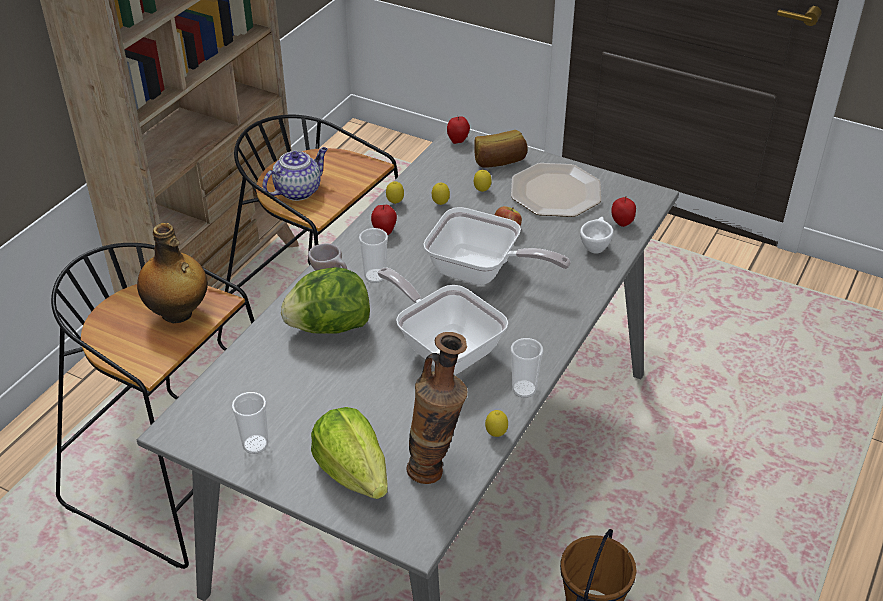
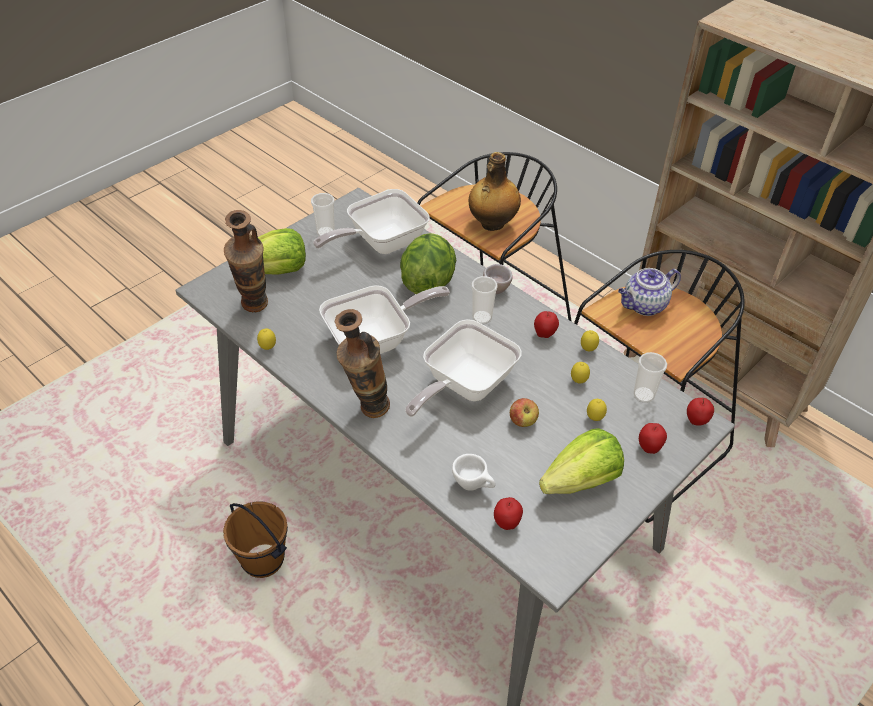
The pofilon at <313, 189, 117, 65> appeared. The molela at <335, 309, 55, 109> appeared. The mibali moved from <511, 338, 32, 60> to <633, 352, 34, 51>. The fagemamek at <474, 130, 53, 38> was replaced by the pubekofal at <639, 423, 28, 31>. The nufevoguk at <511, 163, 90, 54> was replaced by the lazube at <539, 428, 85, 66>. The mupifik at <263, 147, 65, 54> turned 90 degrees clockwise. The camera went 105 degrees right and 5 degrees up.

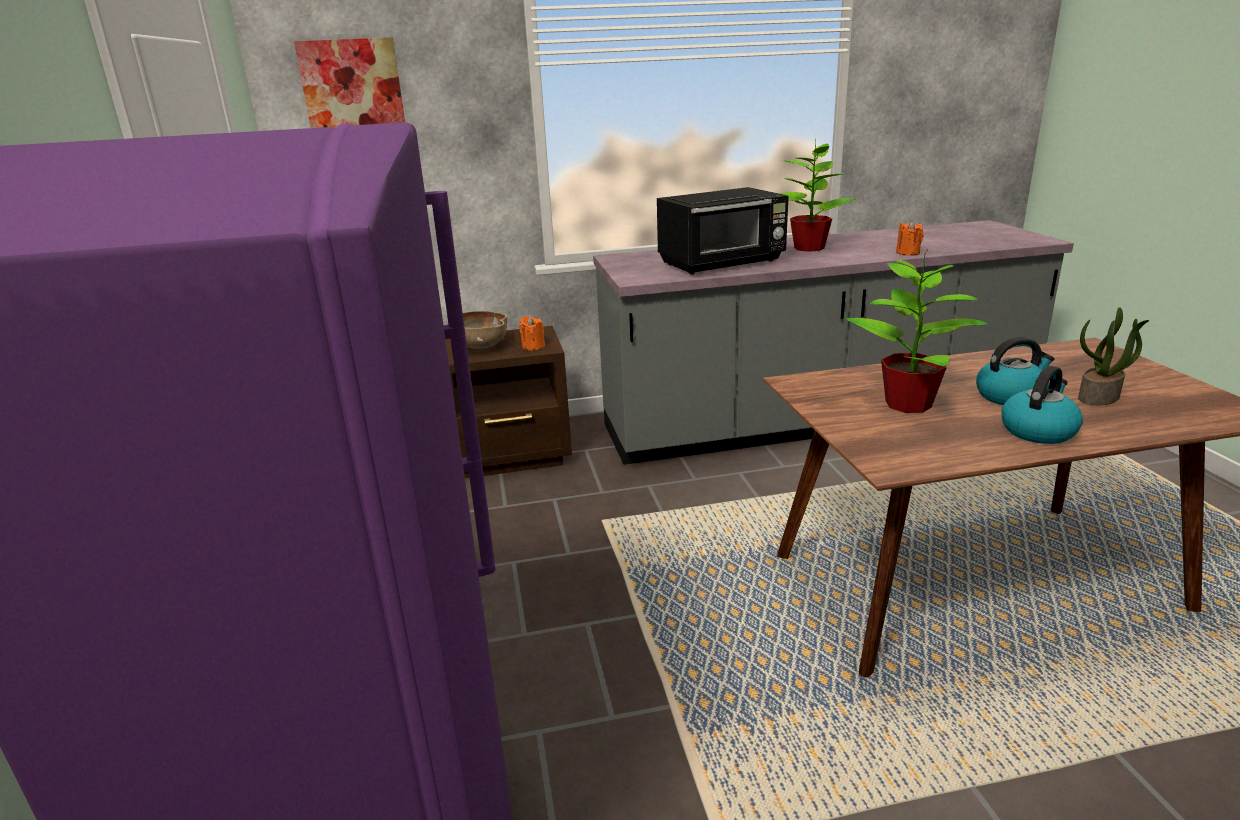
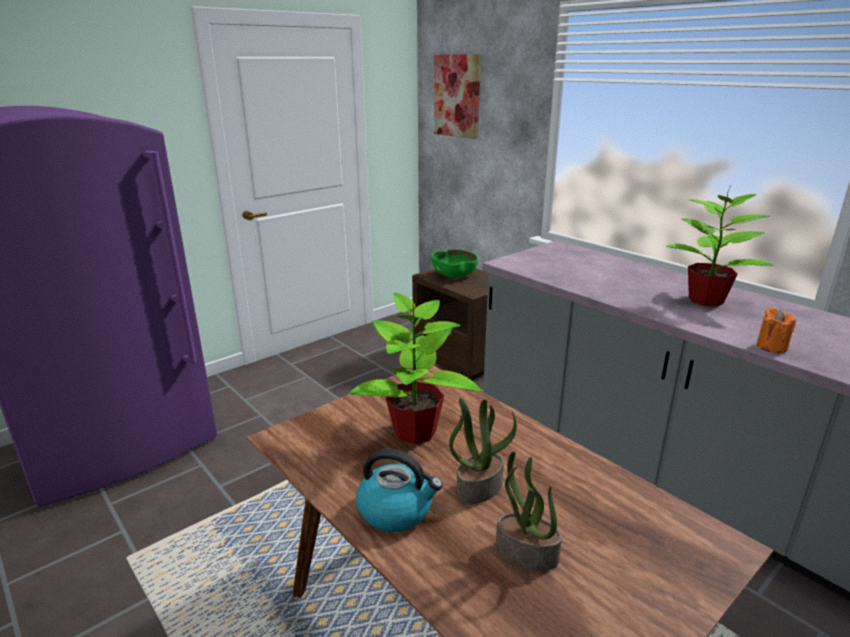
The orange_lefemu at <519, 316, 26, 35> disappeared. The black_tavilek at <657, 187, 132, 87> disappeared. The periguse at <976, 337, 79, 68> was replaced by the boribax at <449, 398, 68, 106>. The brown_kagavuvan at <447, 311, 60, 37> became the green_kagavuvan at <431, 249, 47, 28>. The camera went 60 degrees right and 0 degrees up.

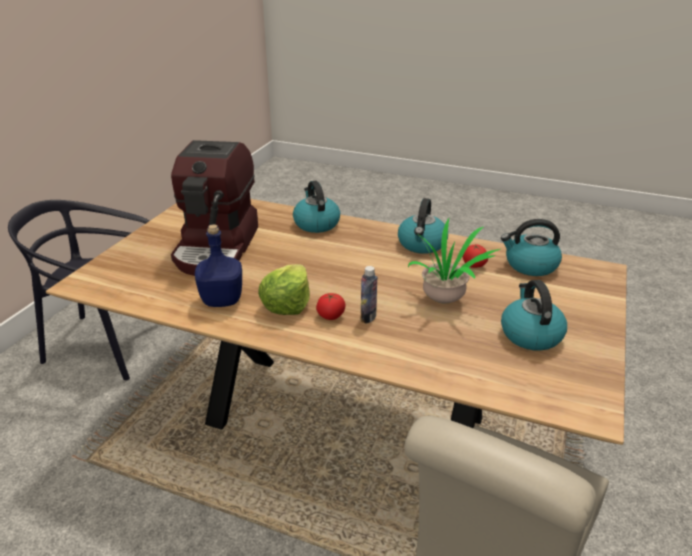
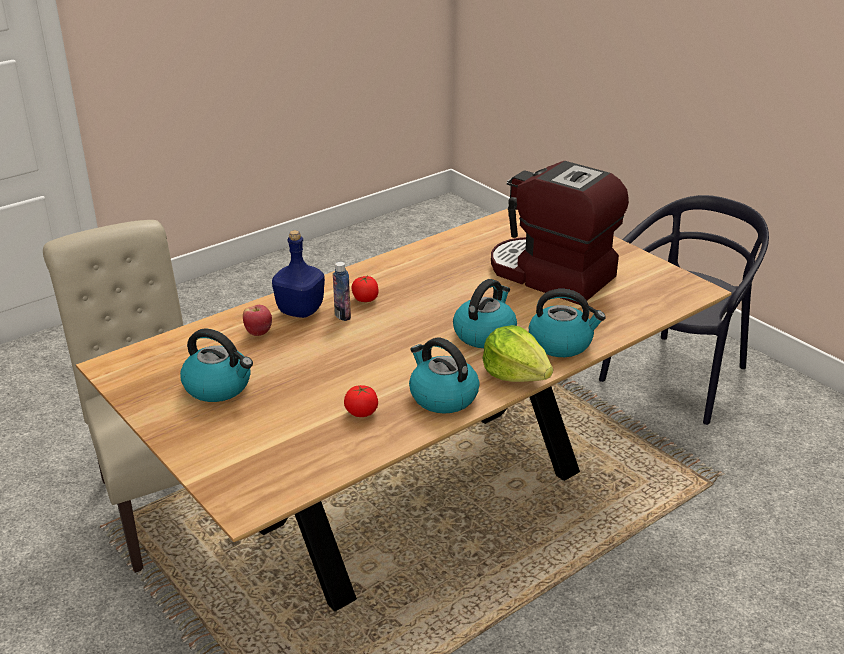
The boribax at <408, 218, 92, 86> disappeared. The pubekofal at <243, 305, 29, 31> appeared. The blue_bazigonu moved from <195, 224, 47, 83> to <272, 230, 53, 88>. The lazube moved from <258, 264, 52, 51> to <482, 325, 71, 57>. The periguse moved from <501, 219, 61, 57> to <453, 279, 64, 69>. The camera went 120 degrees right and 0 degrees up.

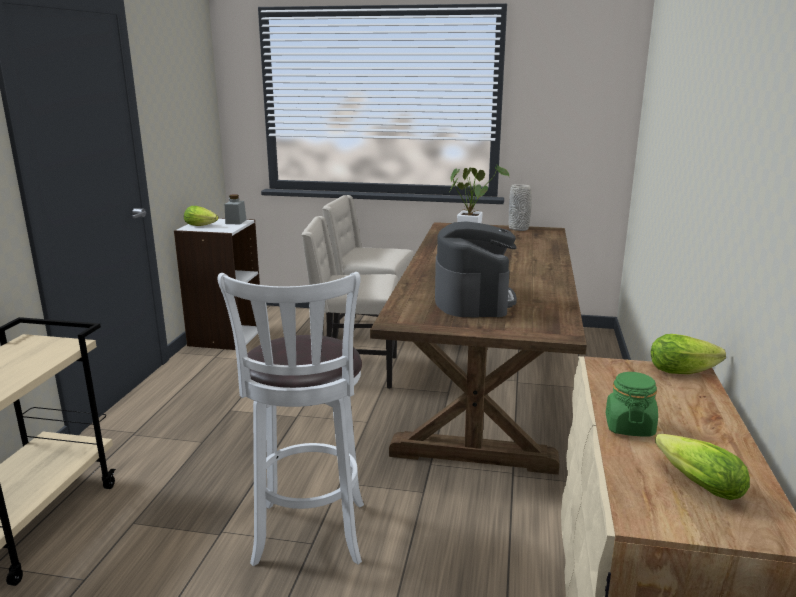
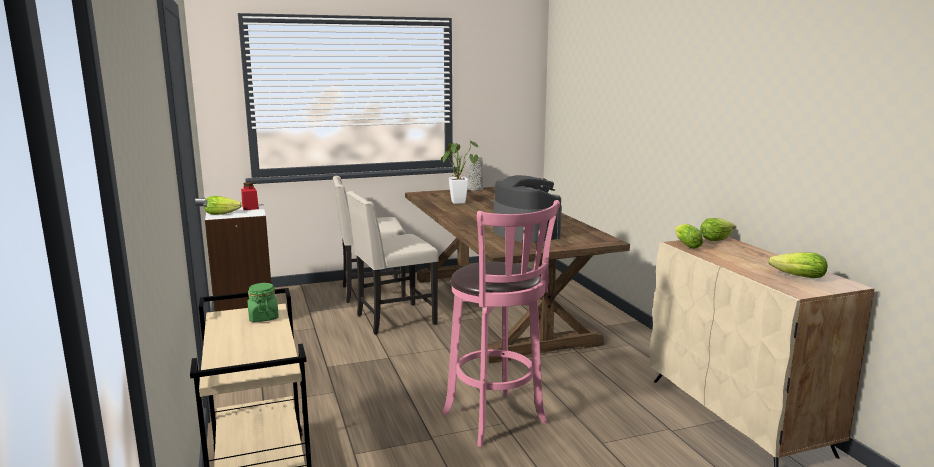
The lazube at <675, 224, 28, 25> appeared. The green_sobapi moved from <606, 372, 52, 65> to <248, 283, 31, 39>. The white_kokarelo at <218, 272, 146, 294> became the pink_kokarelo at <442, 200, 118, 247>. The grey_sobapi at <225, 194, 21, 30> became the red_sobapi at <241, 182, 18, 28>. The camera went 30 degrees left and 5 degrees down.

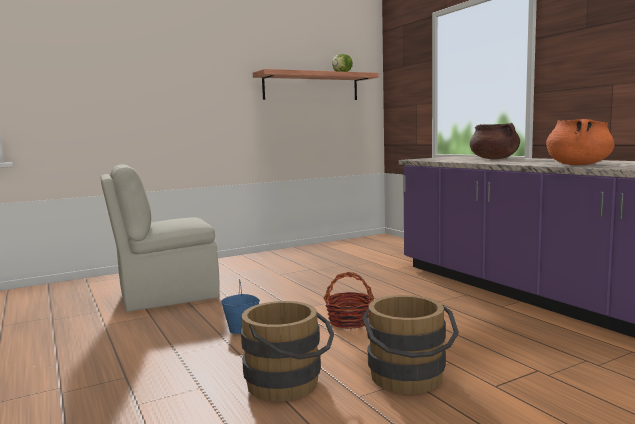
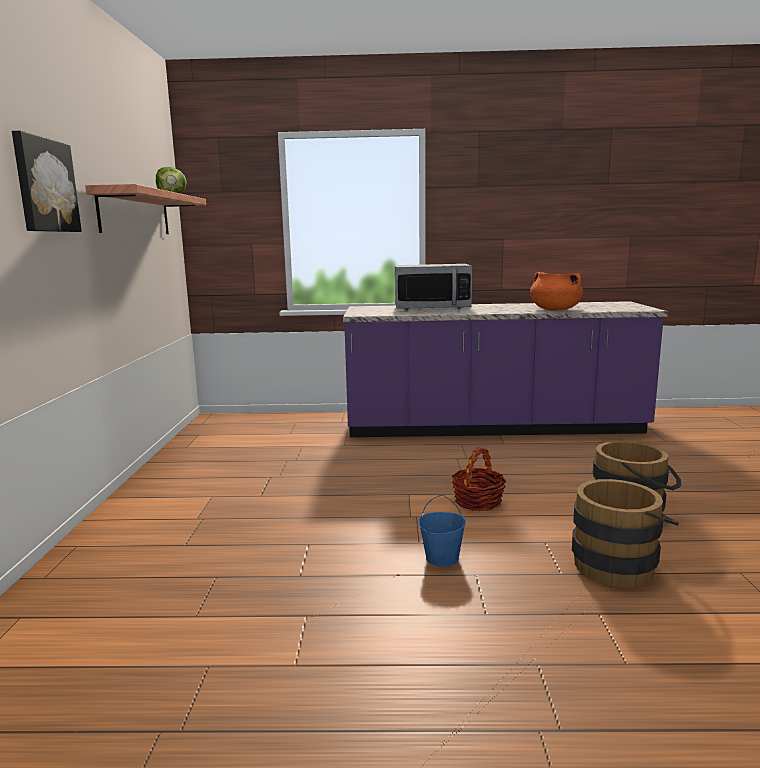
The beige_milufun at <100, 164, 120, 148> disappeared. The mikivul at <12, 131, 70, 101> appeared. The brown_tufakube at <470, 123, 50, 36> was replaced by the tavilek at <395, 264, 77, 46>. The camera went 60 degrees left and 5 degrees up.

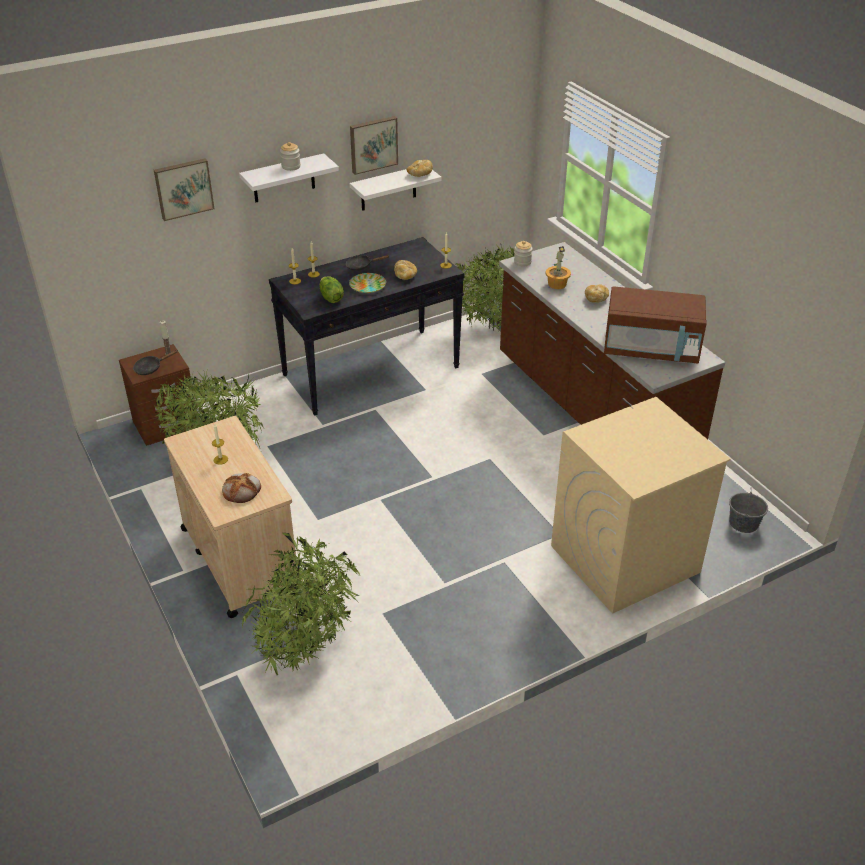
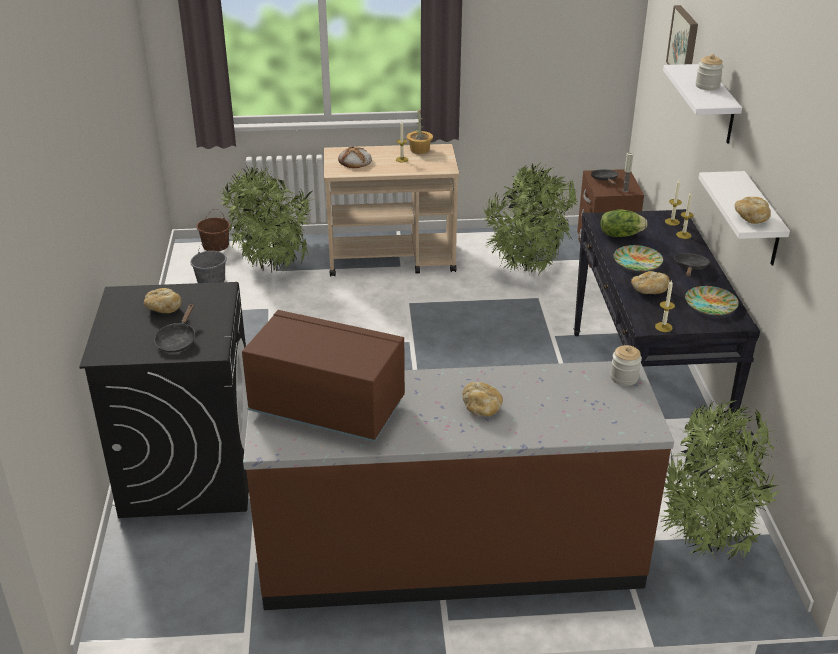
The mikivul at <350, 116, 48, 59> disappeared. The fagemamek at <144, 288, 37, 25> appeared. The black_pofilon at <154, 304, 41, 49> appeared. The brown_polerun at <197, 209, 33, 42> appeared. The nufevoguk at <685, 286, 54, 29> appeared. The boribax moved from <545, 246, 26, 43> to <407, 109, 26, 45>. The grey_polerun moved from <729, 487, 39, 46> to <190, 242, 37, 41>. The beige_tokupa at <551, 397, 180, 217> became the black_tokupa at <79, 282, 170, 236>. The brown_tavilek at <604, 286, 103, 77> turned 75 degrees clockwise. The camera went 115 degrees right and 5 degrees down.

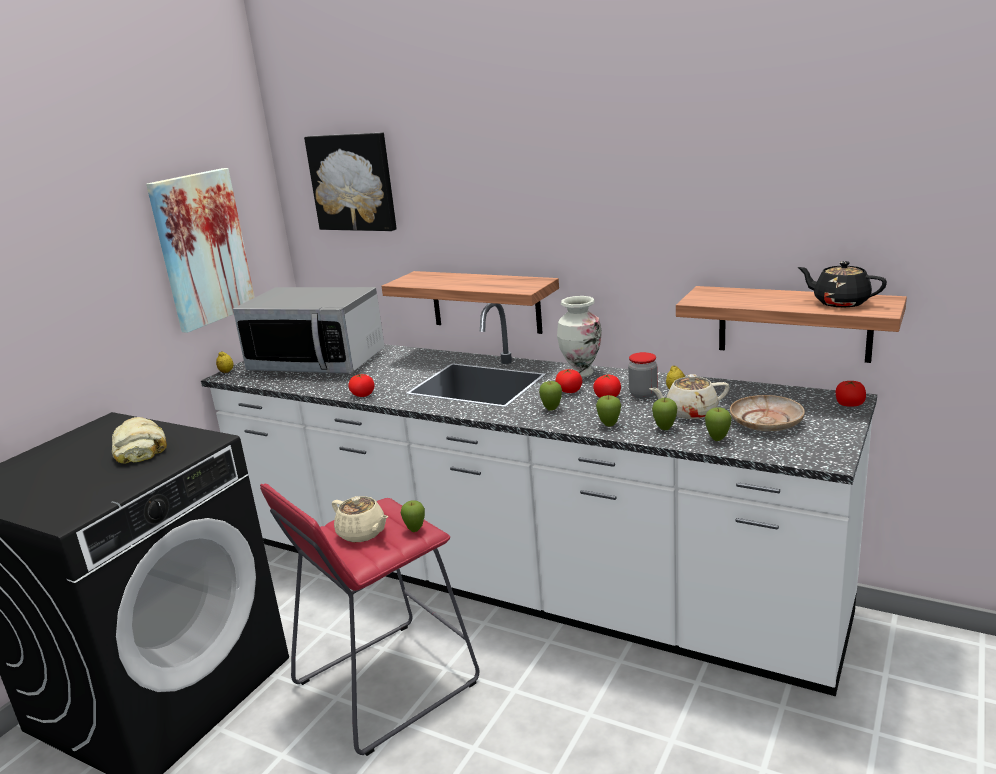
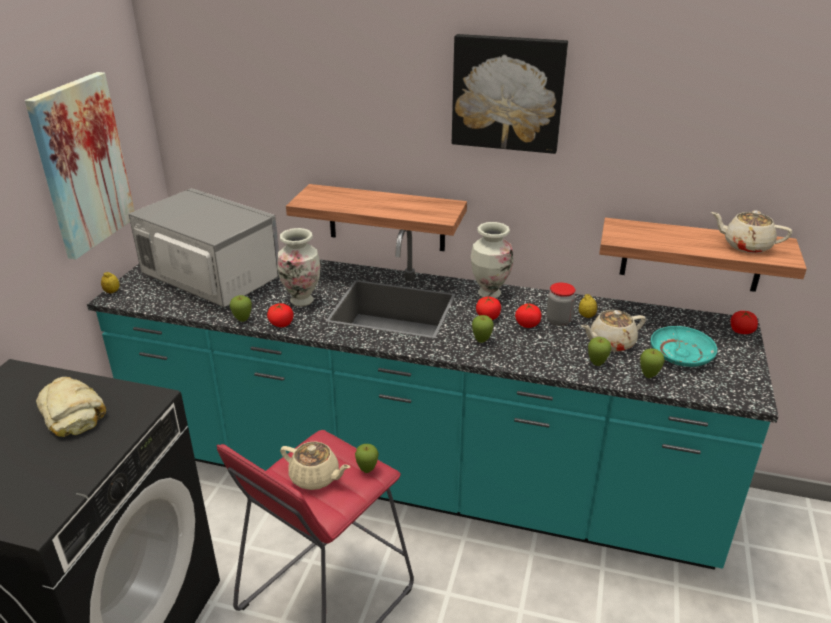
The molela at <277, 228, 43, 79> appeared. The mikivul moved from <304, 133, 93, 98> to <452, 34, 116, 120>. The pubekofal moved from <596, 395, 25, 32> to <230, 295, 22, 27>. The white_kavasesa at <201, 303, 676, 393> became the turquoise_kavasesa at <87, 229, 692, 341>. The beige_nufevoguk at <730, 395, 75, 36> became the turquoise_nufevoguk at <651, 326, 66, 41>. The black_mupifik at <797, 261, 90, 46> became the beige_mupifik at <711, 211, 81, 42>. The tavilek at <233, 287, 152, 87> turned 150 degrees counterclockwise. The camera went 15 degrees left and 10 degrees up.

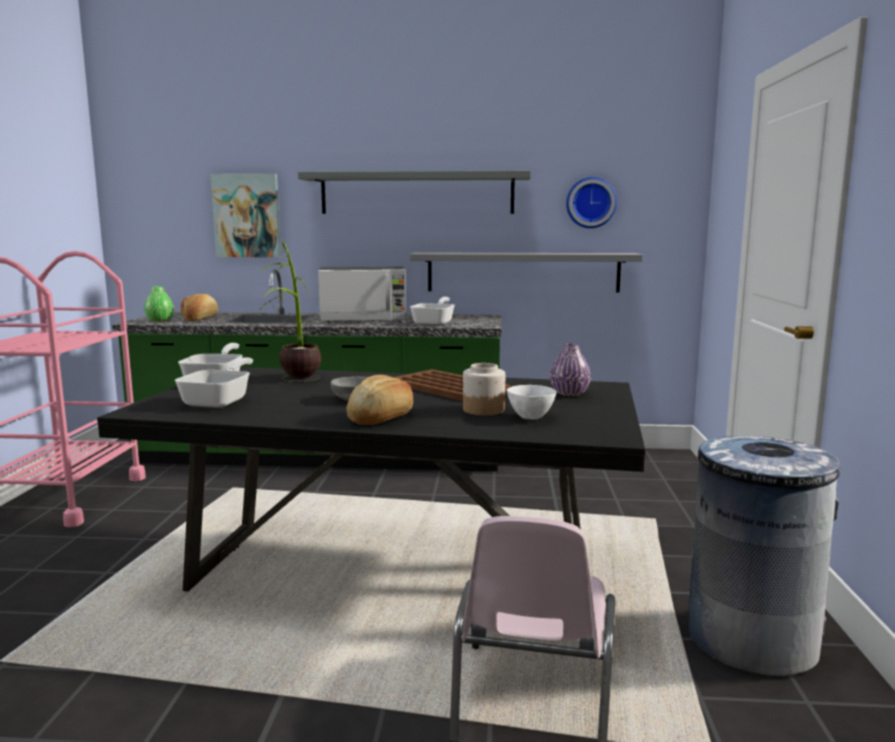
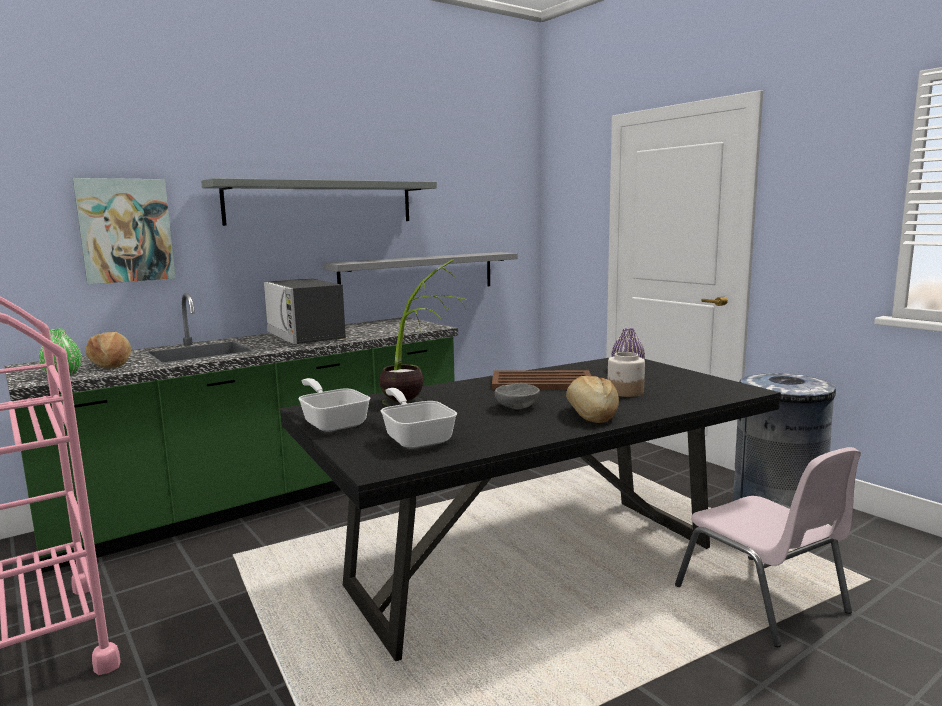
The pofilon at <410, 297, 45, 29> disappeared. The white_kagavuvan at <507, 385, 50, 34> disappeared. The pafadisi at <566, 177, 51, 51> disappeared. The tavilek at <318, 267, 88, 55> turned 105 degrees clockwise. The camera went 40 degrees left and 0 degrees up.

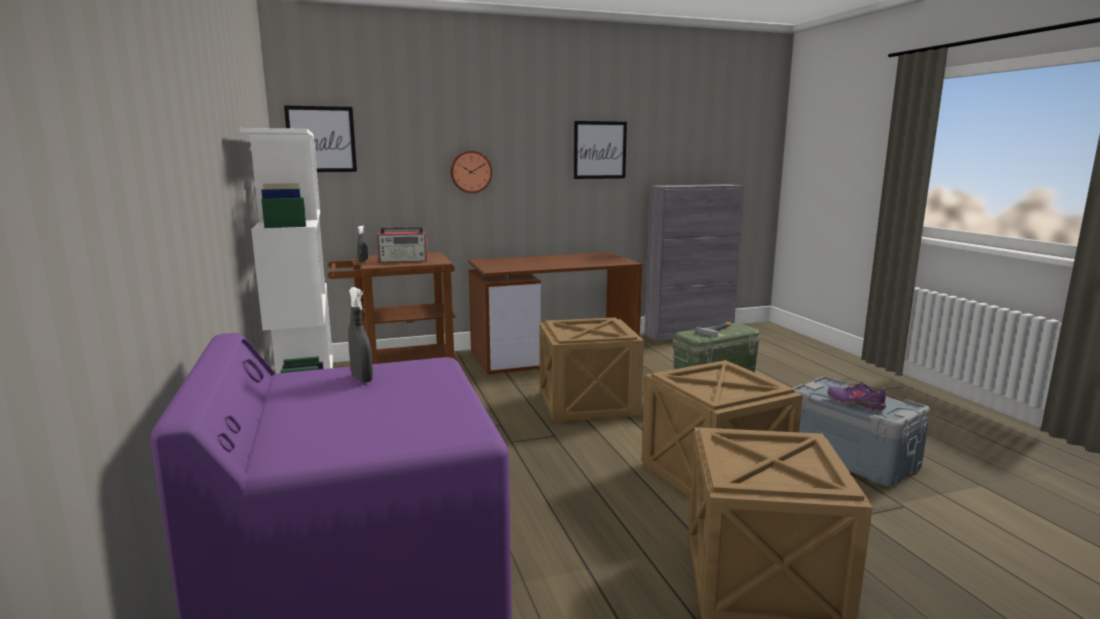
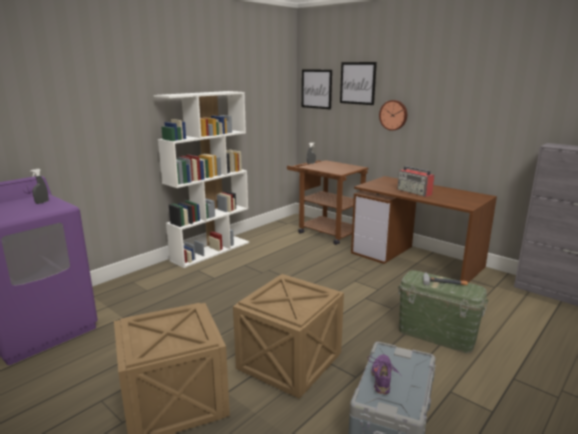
The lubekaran at <539, 317, 105, 105> disappeared. The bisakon moved from <377, 226, 51, 37> to <398, 166, 36, 31>. The mikivul moved from <574, 121, 53, 58> to <340, 62, 37, 43>. The camera went 60 degrees right and 5 degrees up.

